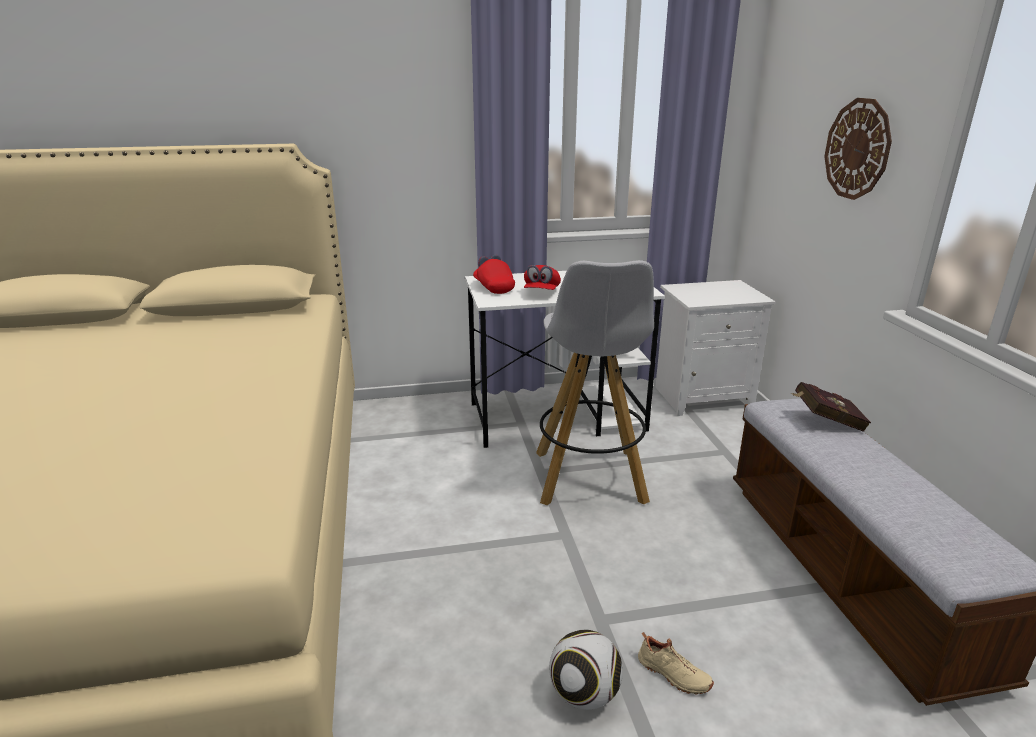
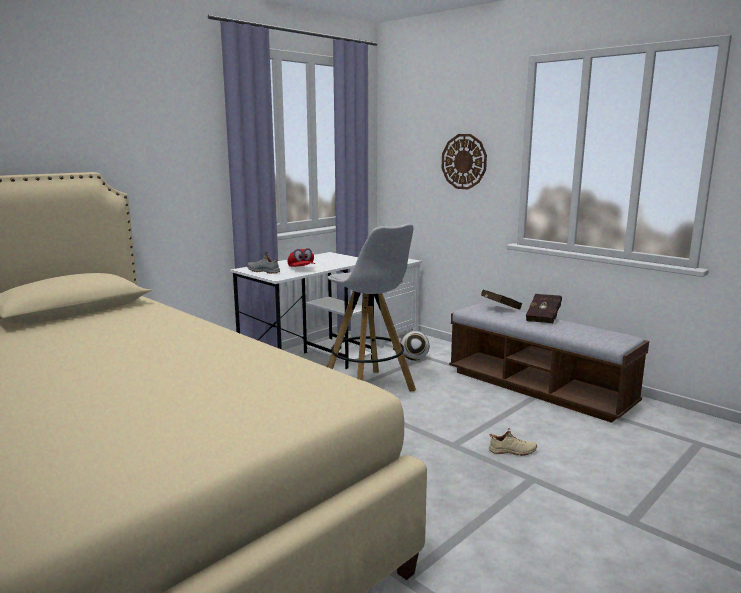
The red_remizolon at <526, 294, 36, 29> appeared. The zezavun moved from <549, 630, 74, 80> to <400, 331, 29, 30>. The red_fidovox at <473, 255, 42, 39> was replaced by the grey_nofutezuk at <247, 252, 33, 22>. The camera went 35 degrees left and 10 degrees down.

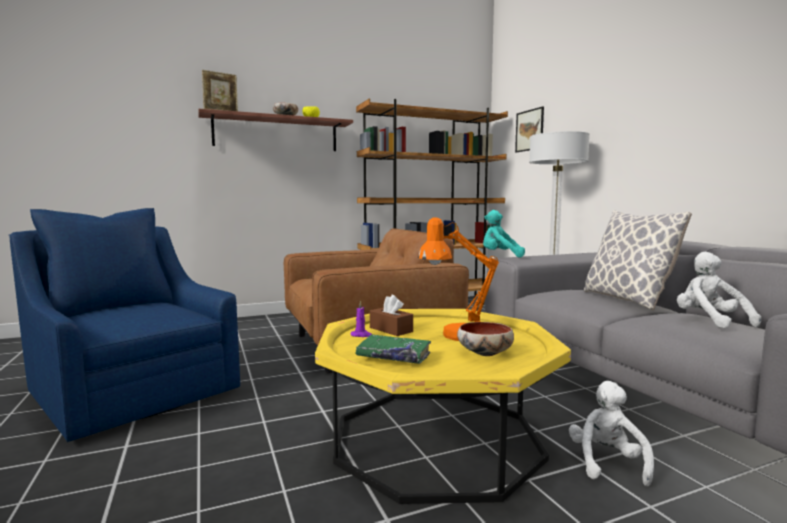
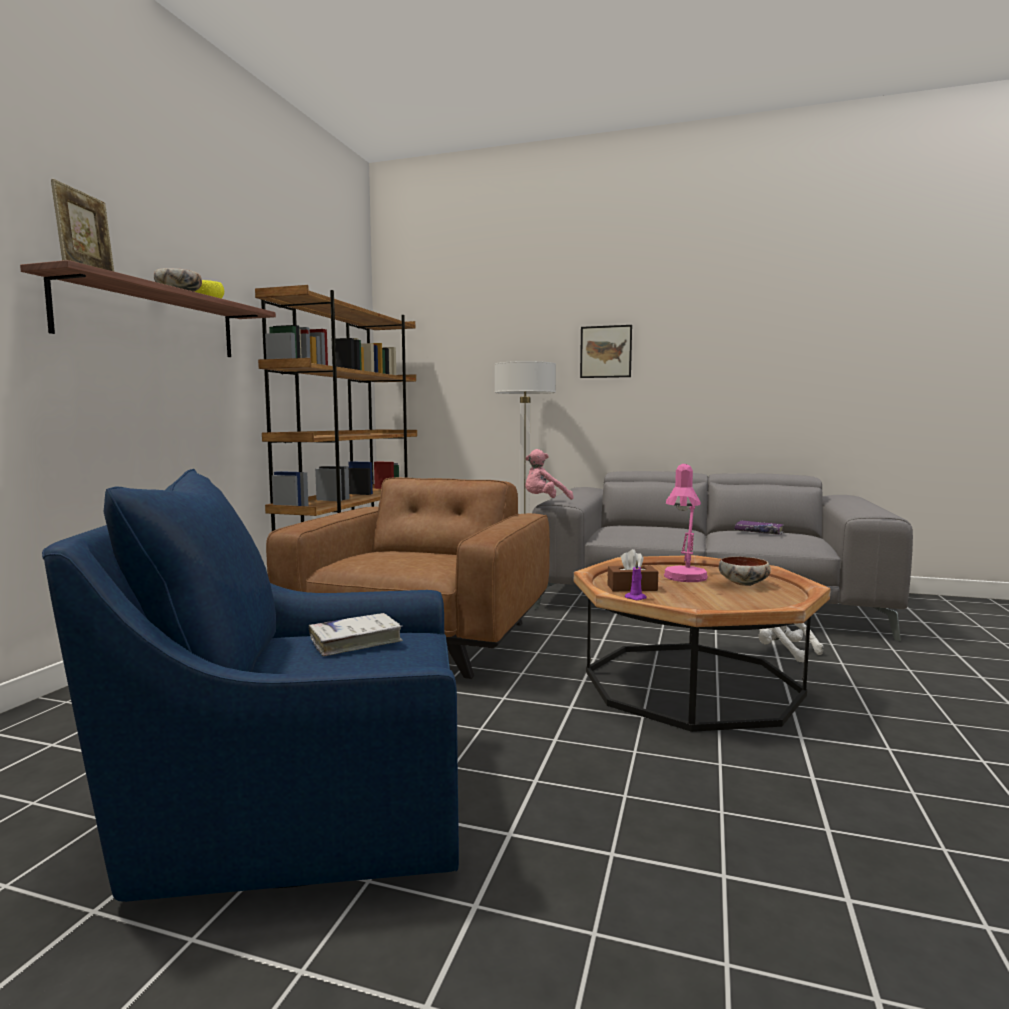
The green_remizolon at <355, 335, 76, 29> disappeared. The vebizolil at <584, 210, 108, 100> disappeared. The white_remizolon at <309, 613, 94, 43> appeared. The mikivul moved from <515, 106, 29, 46> to <580, 325, 52, 53>. The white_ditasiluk at <677, 252, 85, 77> was replaced by the purple_remizolon at <734, 520, 50, 15>. The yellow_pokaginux at <315, 309, 256, 195> became the brown_pokaginux at <574, 555, 257, 177>. The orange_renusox at <418, 217, 81, 124> became the pink_renusox at <664, 464, 44, 118>. The turquoise_ditasiluk at <483, 210, 42, 47> became the pink_ditasiluk at <525, 449, 49, 50>. The camera went 50 degrees left and 0 degrees up.

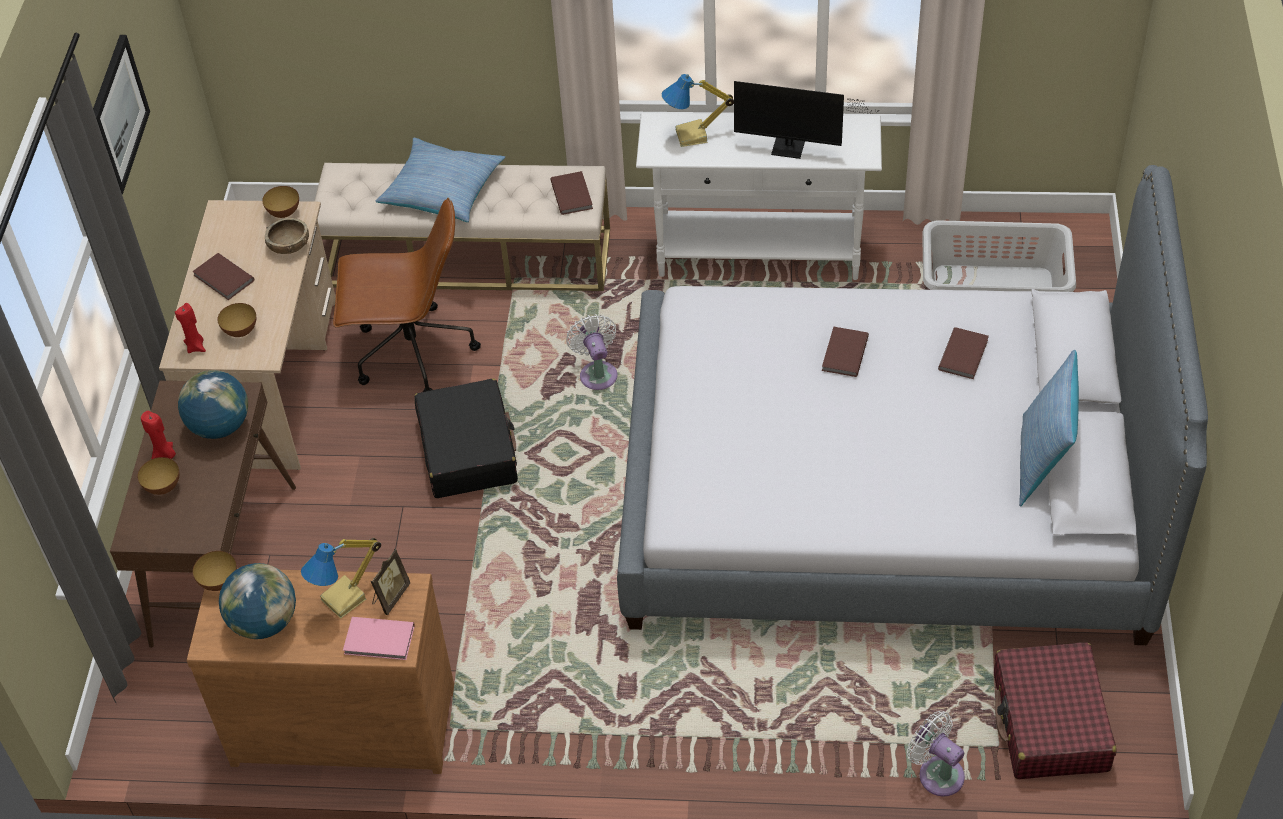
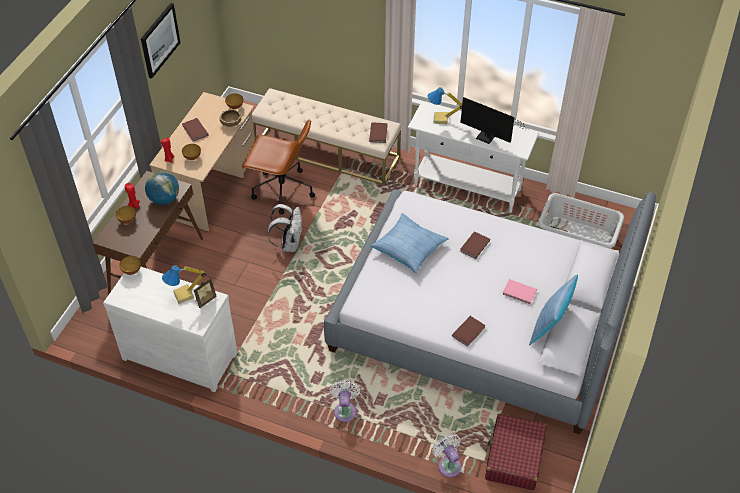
The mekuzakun at <219, 563, 77, 76> disappeared. The pink_remizolon moved from <343, 617, 72, 43> to <503, 279, 34, 25>. The vebizolil moved from <376, 138, 129, 84> to <370, 213, 79, 60>. The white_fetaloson moved from <566, 314, 52, 76> to <330, 380, 30, 42>. The brown_remizolon moved from <938, 327, 51, 52> to <452, 316, 34, 31>. The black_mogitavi at <414, 378, 104, 120> was replaced by the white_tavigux at <267, 204, 35, 48>. The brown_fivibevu at <186, 568, 268, 206> became the white_fivibevu at <103, 267, 135, 125>. The camera went 15 degrees right and 0 degrees up.

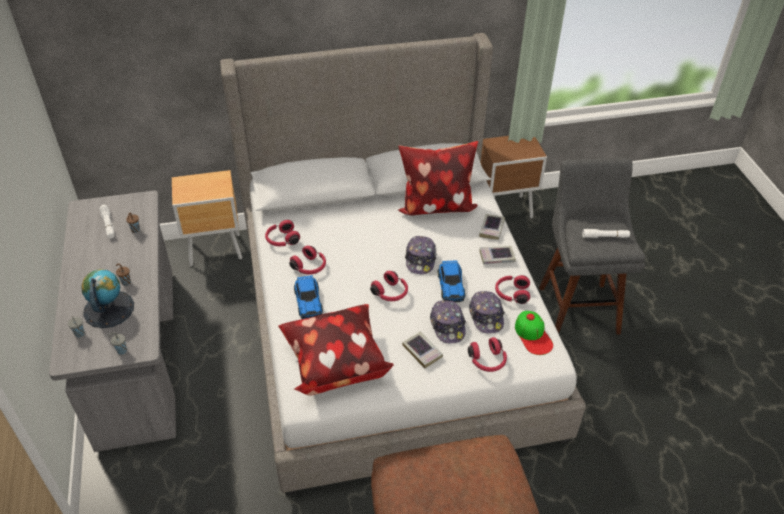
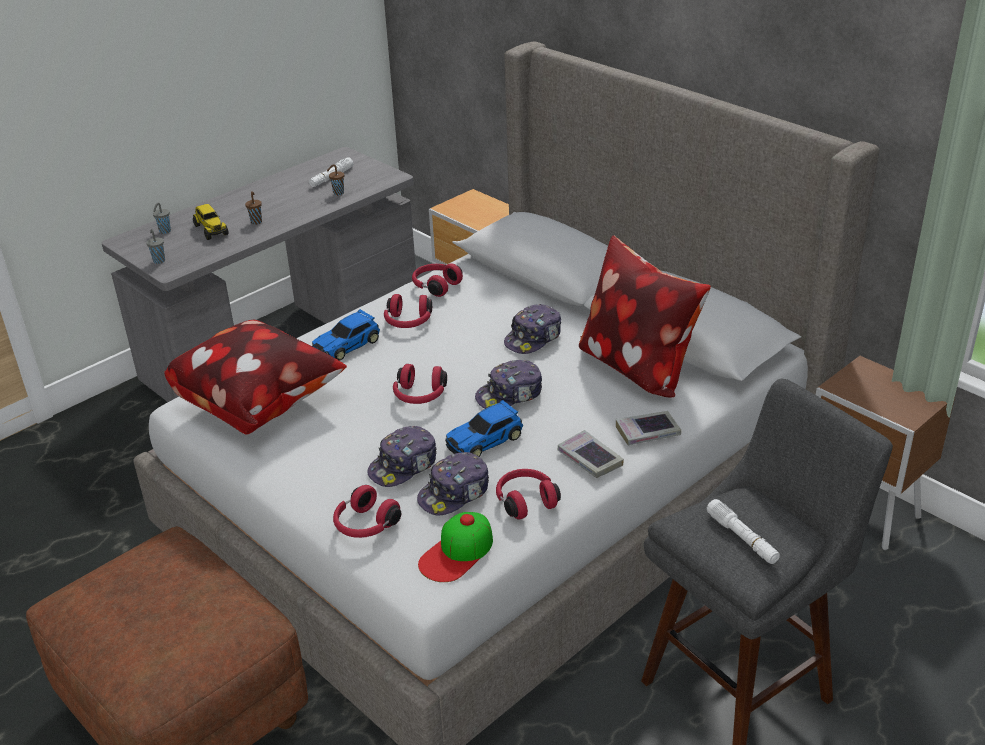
The remizolon at <402, 332, 41, 36> disappeared. The fidovox at <504, 304, 57, 50> appeared. The mekuzakun at <81, 269, 53, 59> was replaced by the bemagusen at <193, 204, 36, 36>. The camera went 60 degrees right and 10 degrees down.

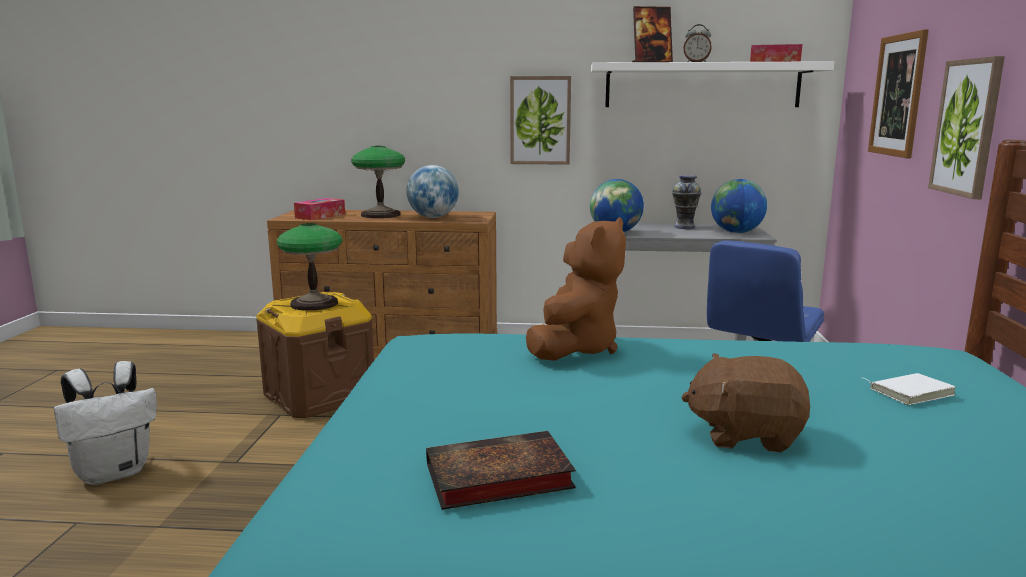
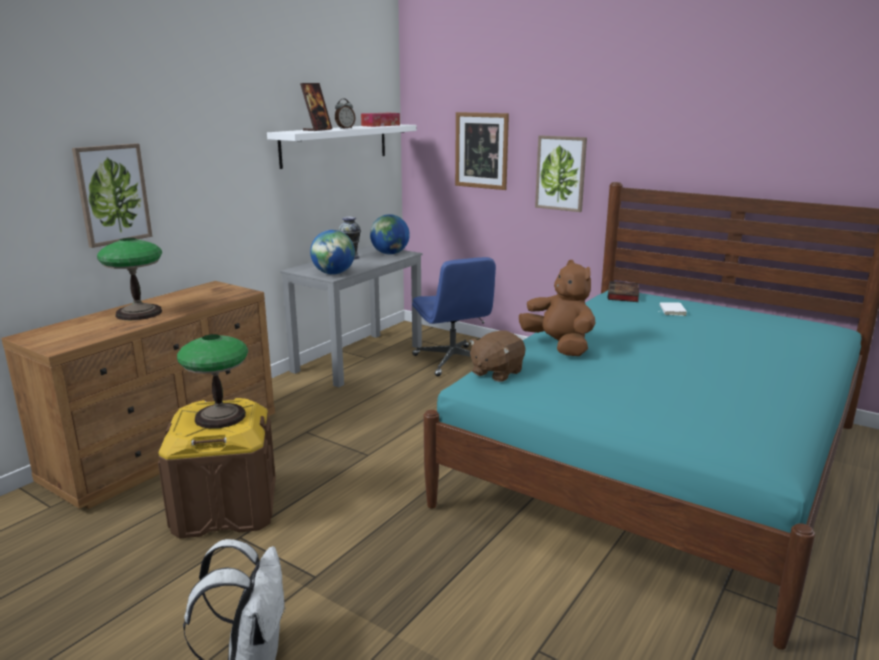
The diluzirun at <294, 198, 51, 22> disappeared. The mekuzakun at <406, 165, 53, 53> disappeared. The remizolon moved from <426, 431, 150, 79> to <608, 281, 31, 21>. The mikivul moved from <510, 76, 61, 89> to <72, 143, 80, 105>. The brown_ditasiluk moved from <682, 353, 128, 99> to <469, 330, 57, 52>. The camera went 60 degrees left and 5 degrees up.

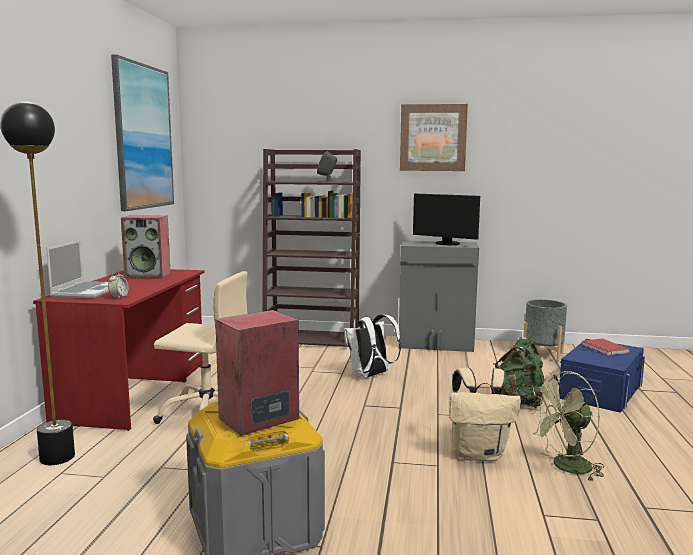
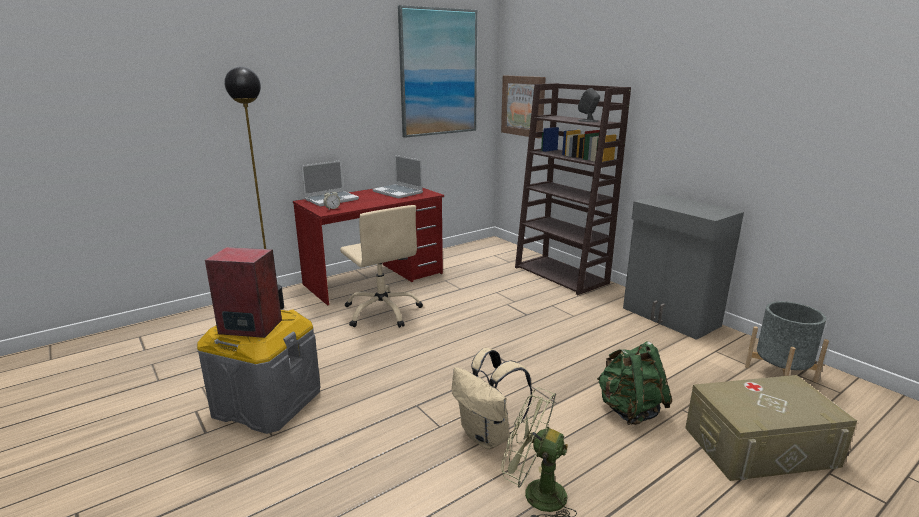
The white_tavigux at <344, 314, 57, 64> disappeared. The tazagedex at <413, 193, 67, 52> disappeared. The red_remizolon at <581, 339, 49, 16> disappeared. The mikivul moved from <400, 104, 68, 67> to <501, 76, 45, 63>. The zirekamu at <121, 215, 50, 63> was replaced by the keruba at <373, 155, 50, 44>. The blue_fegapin at <559, 339, 86, 73> became the beige_fegapin at <685, 375, 172, 106>. The camera went 45 degrees right and 10 degrees up.

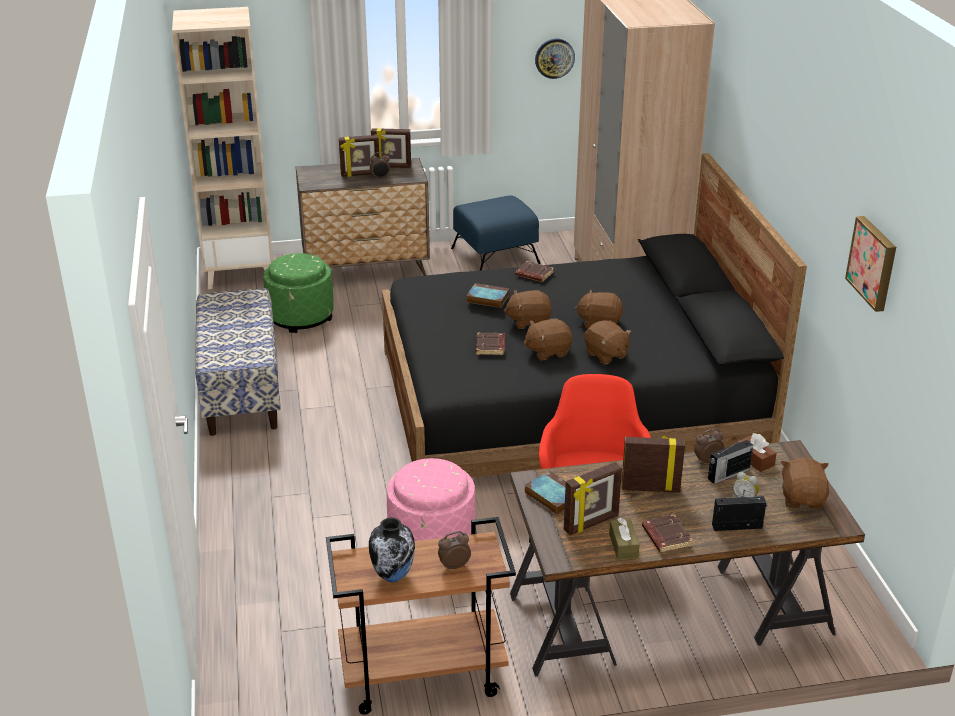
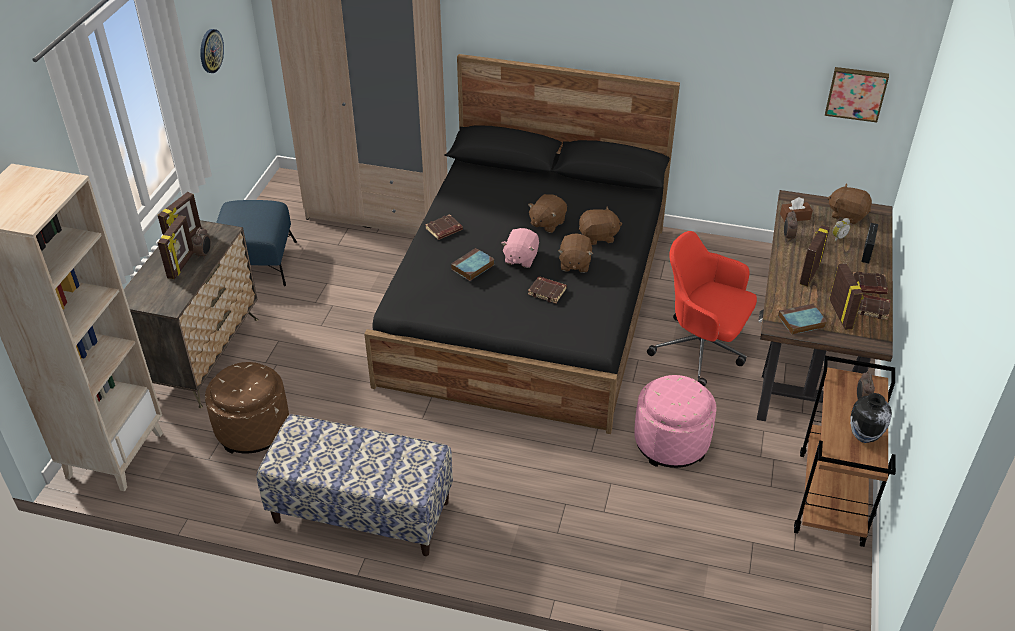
The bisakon at <708, 439, 45, 45> disappeared. The mikivul moved from <845, 216, 51, 96> to <825, 67, 64, 56>. The brown_diluzirun at <609, 518, 31, 41> was replaced by the brown_remizolon at <857, 294, 34, 26>. The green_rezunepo at <263, 253, 71, 80> became the brown_rezunepo at <205, 362, 84, 92>. The brown_ditasiluk at <504, 290, 48, 39> became the pink_ditasiluk at <501, 228, 38, 40>. The camera went 65 degrees left and 10 degrees up.

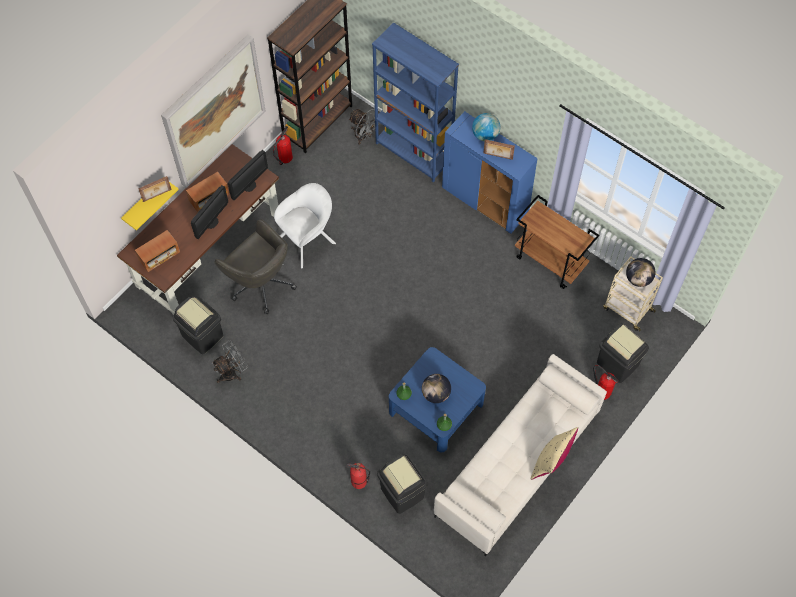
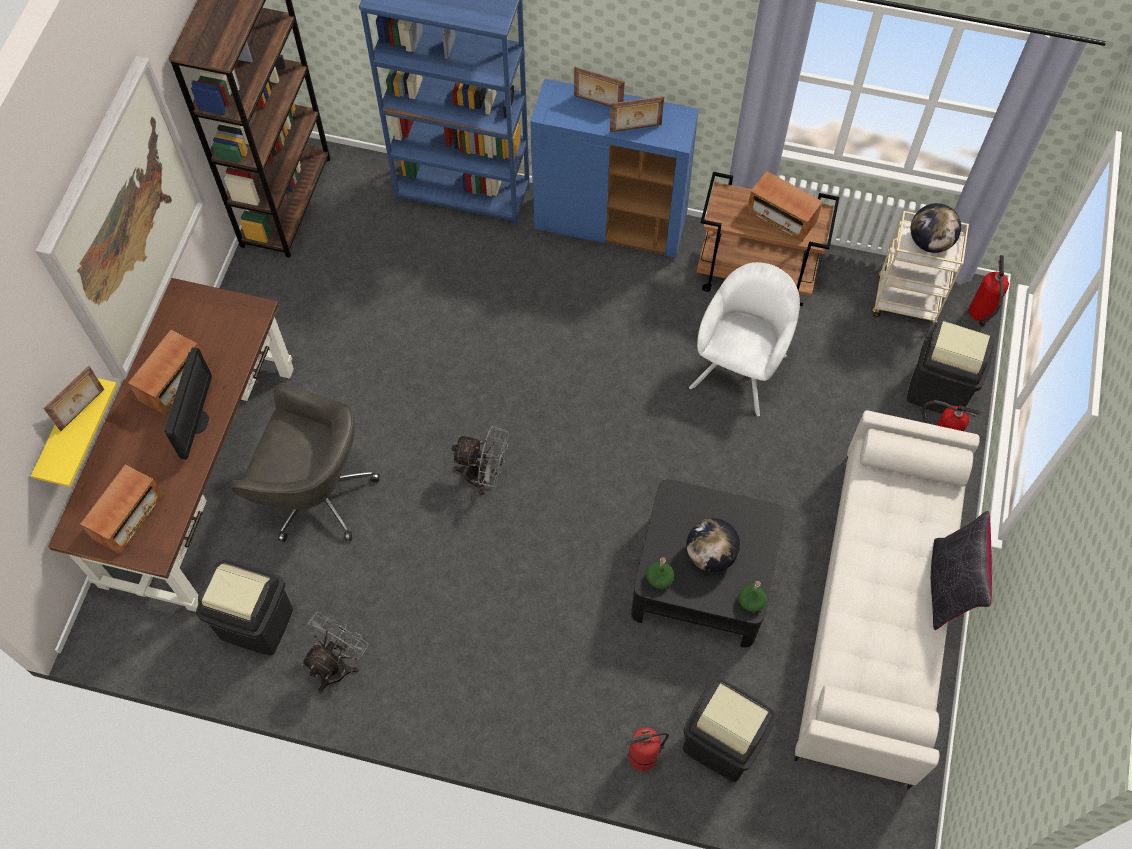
The tazagedex at <228, 150, 40, 50> disappeared. The bisakon at <747, 171, 76, 71> appeared. The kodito moved from <273, 126, 20, 39> to <969, 255, 40, 71>. The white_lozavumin moved from <274, 183, 62, 86> to <689, 262, 111, 155>. The grey_fetaloson moved from <348, 109, 32, 36> to <451, 426, 58, 69>. The mekuzakun at <472, 113, 28, 29> was replaced by the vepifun at <574, 66, 51, 41>. The blue_pokaginux at <389, 347, 97, 105> became the black_pokaginux at <631, 480, 154, 168>. The beige_vebizolil at <531, 427, 47, 53> became the black_vebizolil at <931, 511, 61, 119>. The camera went 25 degrees left and 0 degrees up.

